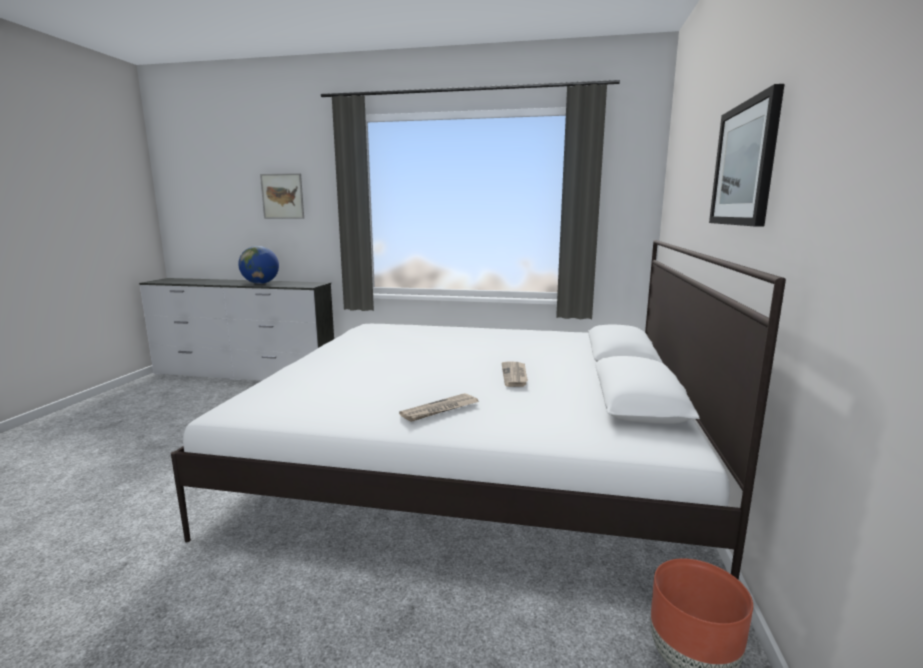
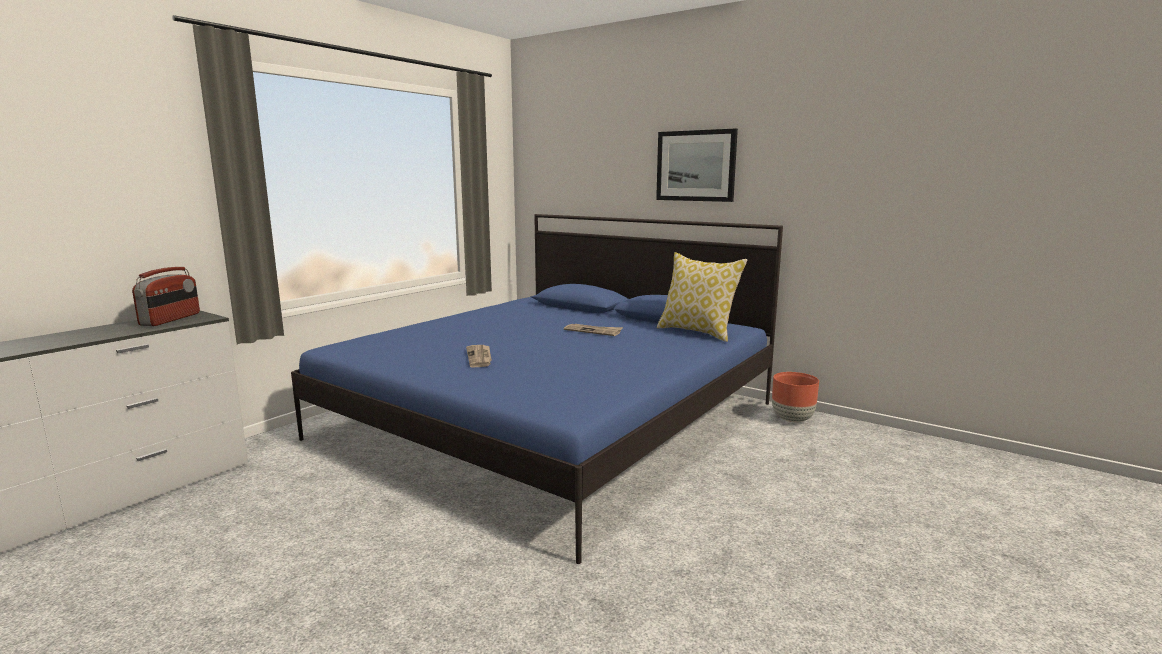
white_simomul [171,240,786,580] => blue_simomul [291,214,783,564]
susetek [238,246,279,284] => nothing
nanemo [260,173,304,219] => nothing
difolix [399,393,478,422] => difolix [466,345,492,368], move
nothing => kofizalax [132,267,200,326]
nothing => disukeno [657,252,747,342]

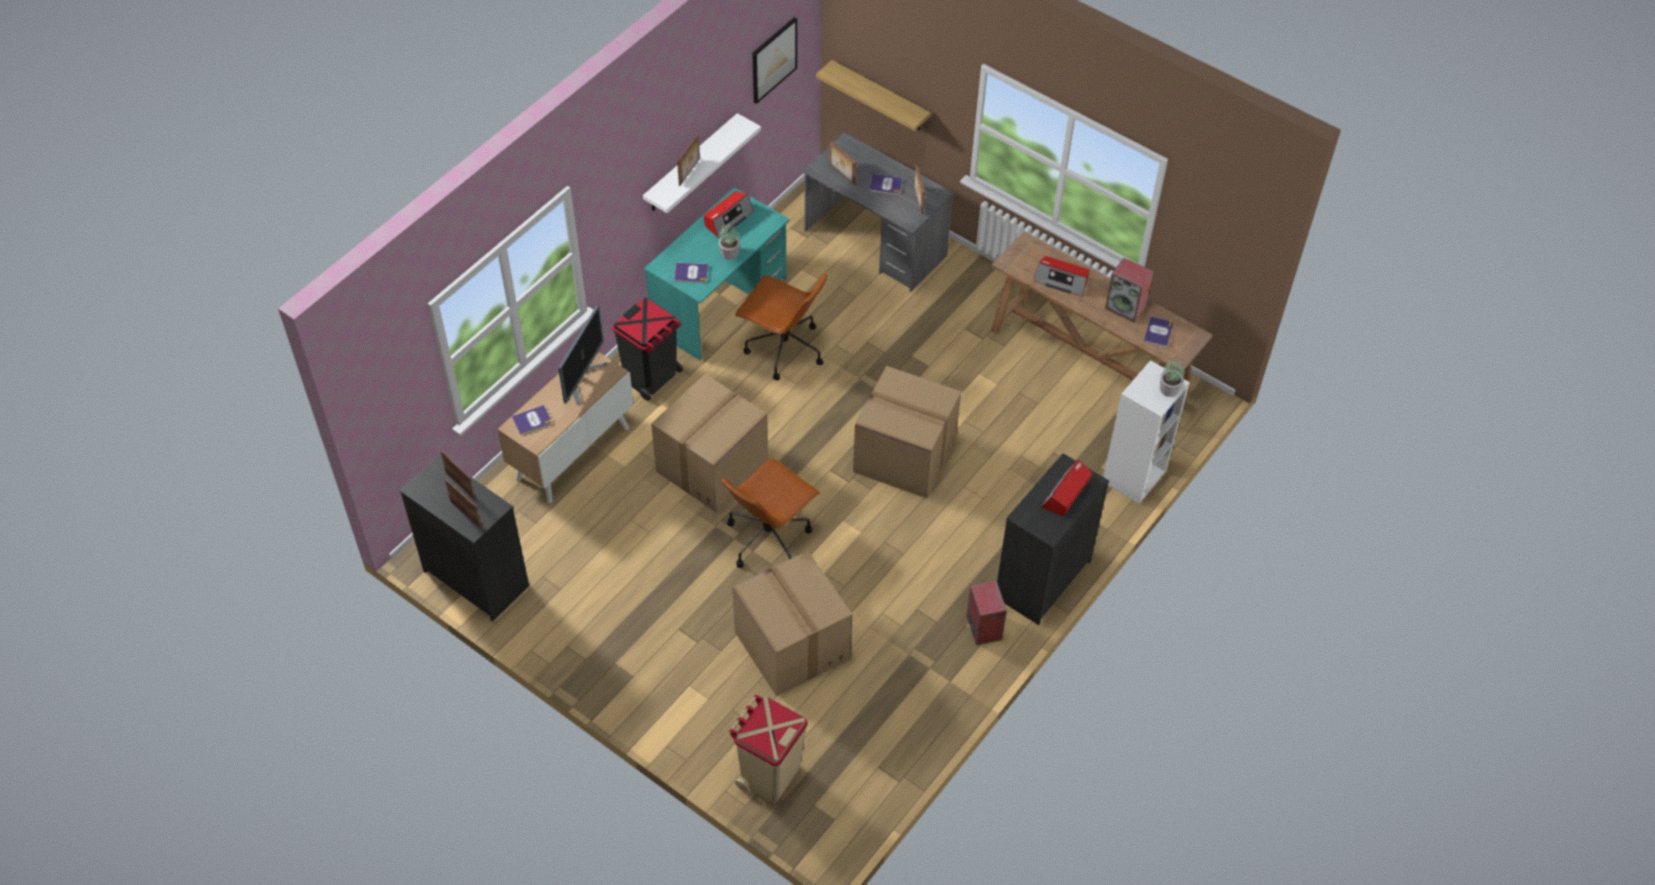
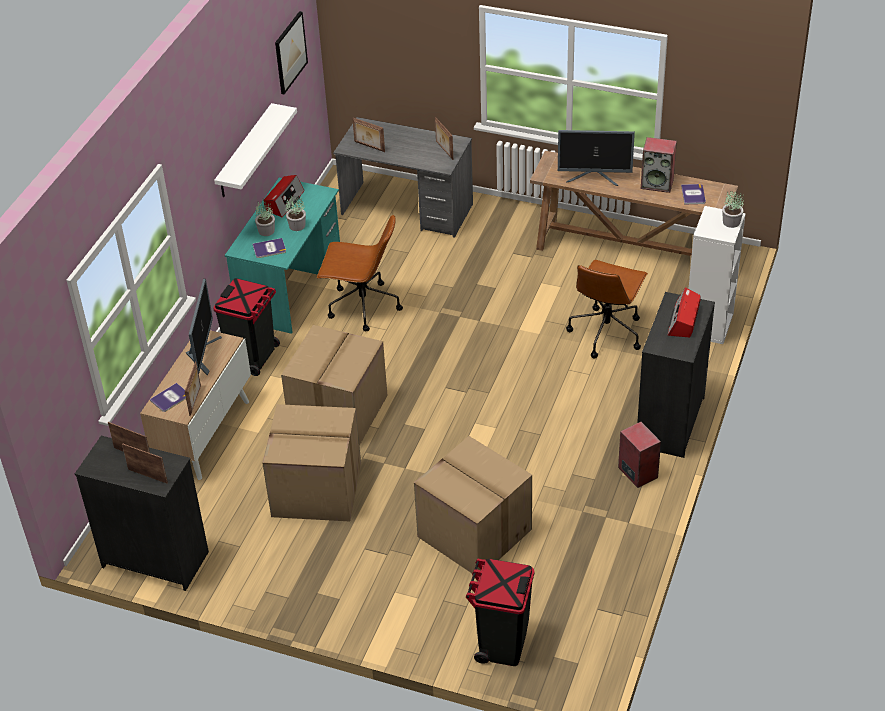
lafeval [677,134,700,186] => lafeval [184,361,201,416], move
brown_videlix [721,458,820,568] => brown_videlix [566,260,648,359], move
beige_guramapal [729,694,808,803] => black_guramapal [466,558,534,666]
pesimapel [816,60,931,131] => nothing
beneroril [853,366,961,498] => beneroril [262,404,361,521], move
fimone [869,174,903,195] => nothing
kofizalax [1033,256,1089,297] => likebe [558,130,635,186]
nothing => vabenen [255,199,275,236]

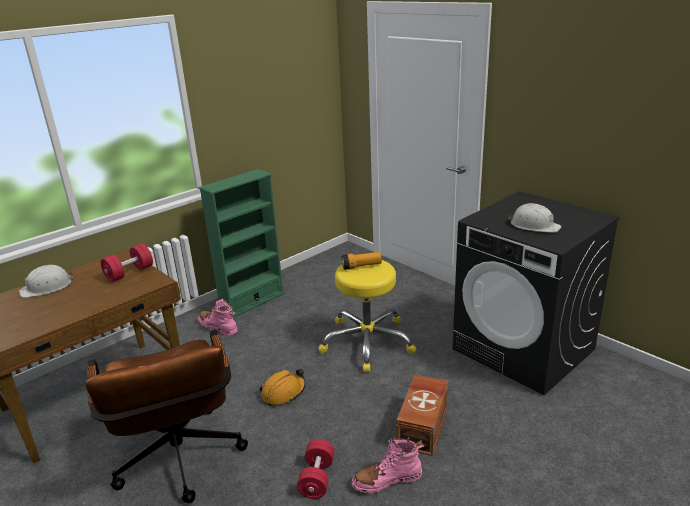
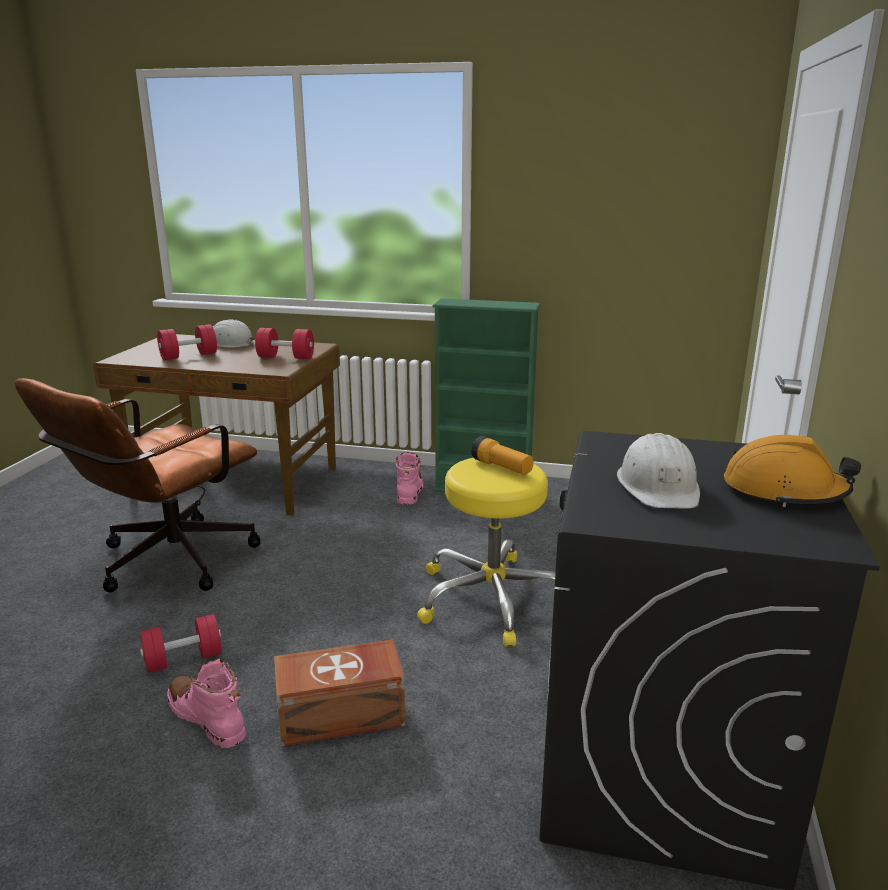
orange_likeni [260,369,306,406] => orange_likeni [724,435,861,507], move
nothing => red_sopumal [157,324,217,360]

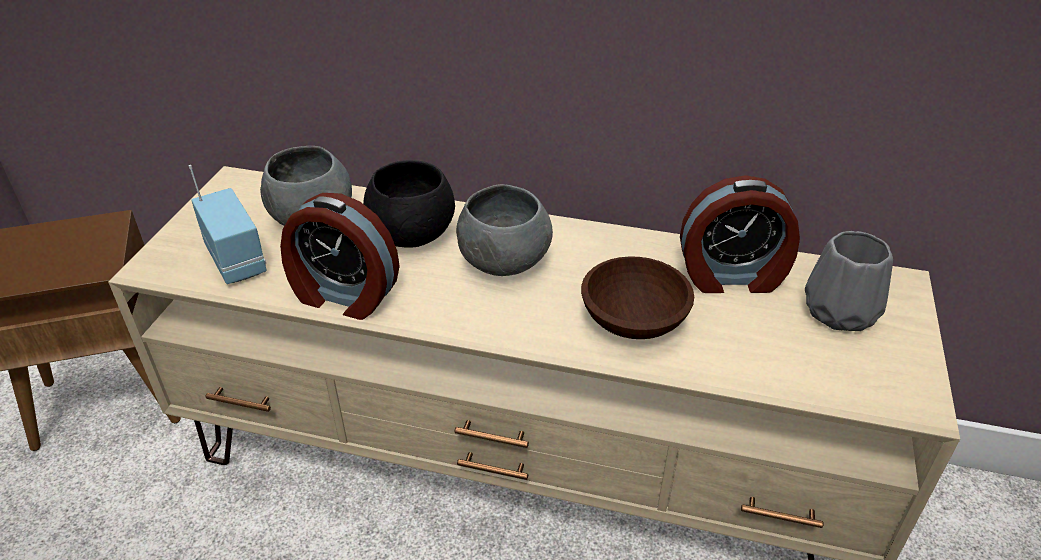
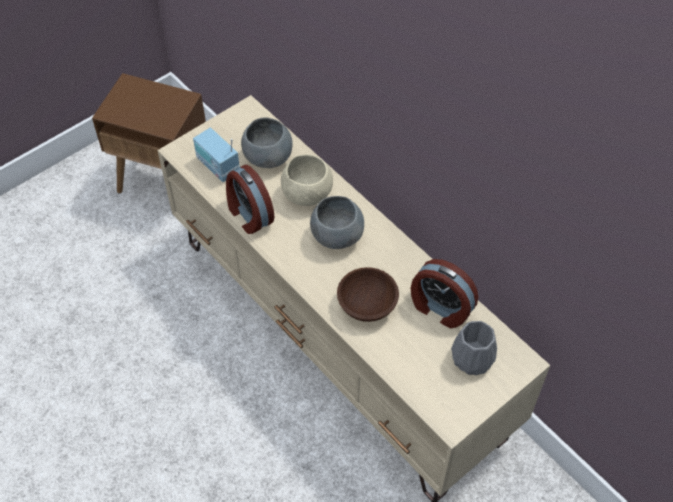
kofizalax [189,165,267,284] => kofizalax [193,128,240,182], 135 degrees clockwise
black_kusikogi [363,160,455,248] => beige_kusikogi [281,154,333,206]

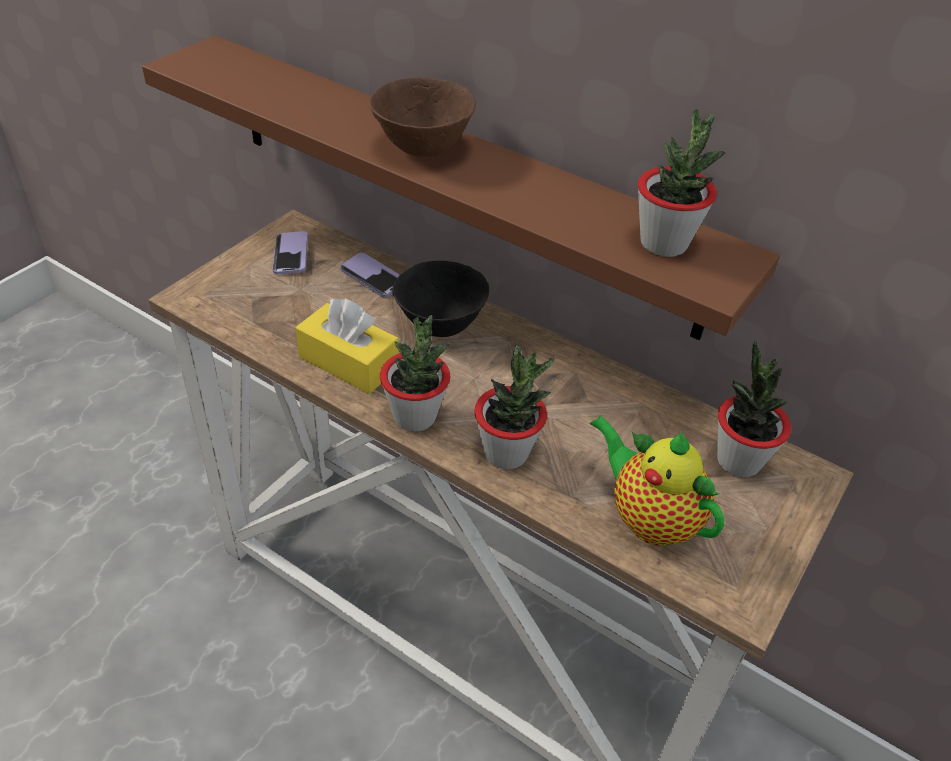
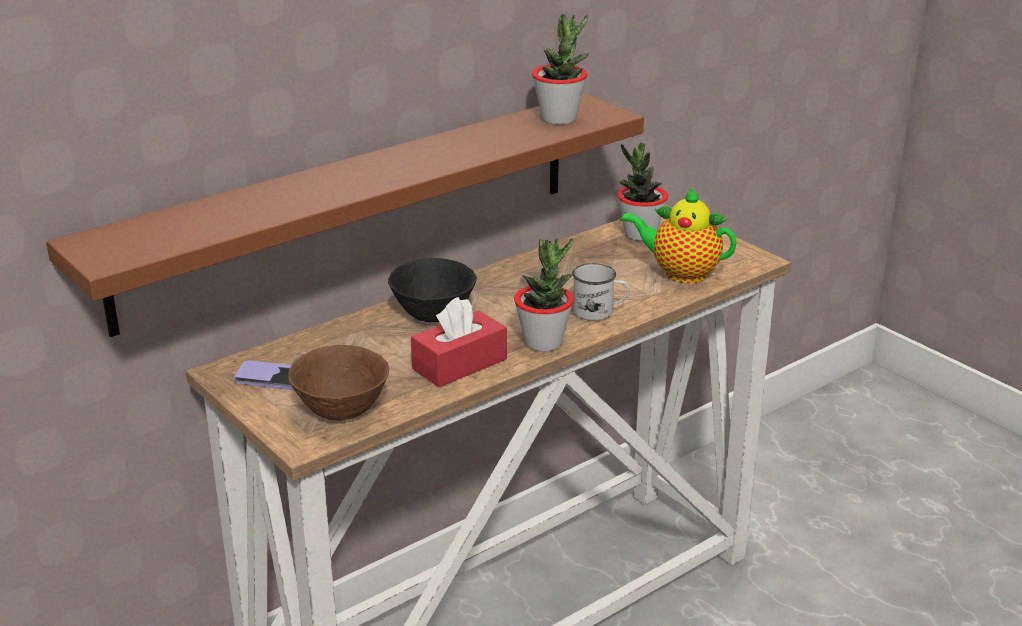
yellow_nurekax [295,299,399,394] => red_nurekax [411,297,507,387]
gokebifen [340,253,400,297] => nothing
brown_kusikogi [369,77,476,157] => brown_kusikogi [288,345,389,421], move
vabenen [474,345,554,469] => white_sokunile [572,263,630,321]
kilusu [590,415,724,546] => kilusu [620,187,737,284], 45 degrees clockwise

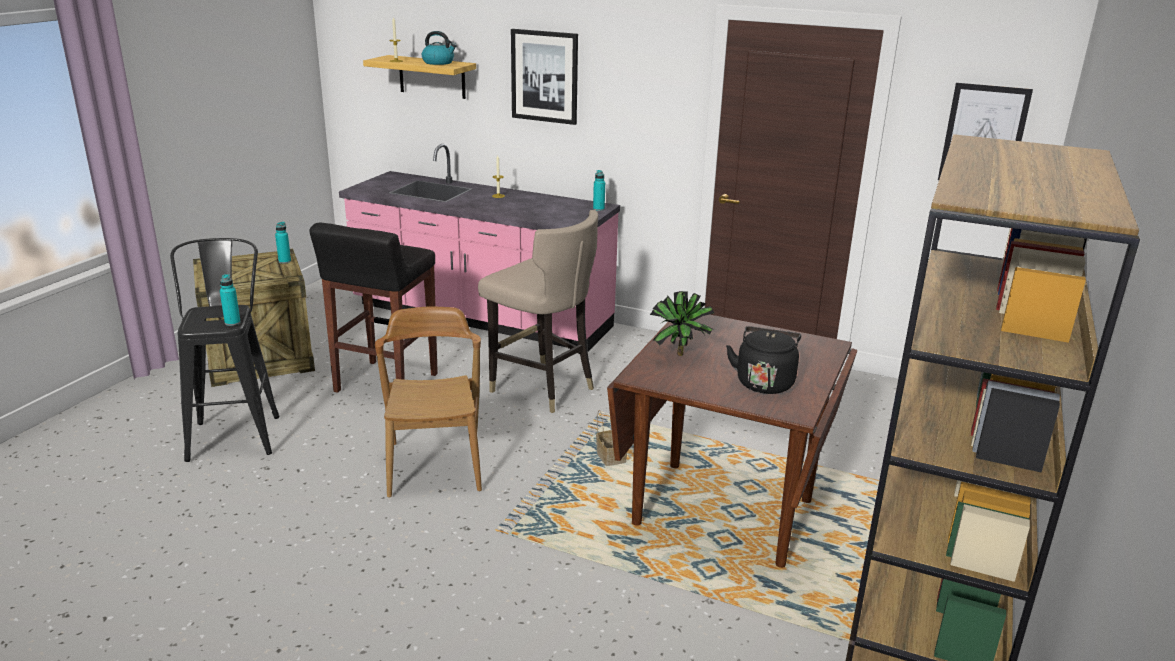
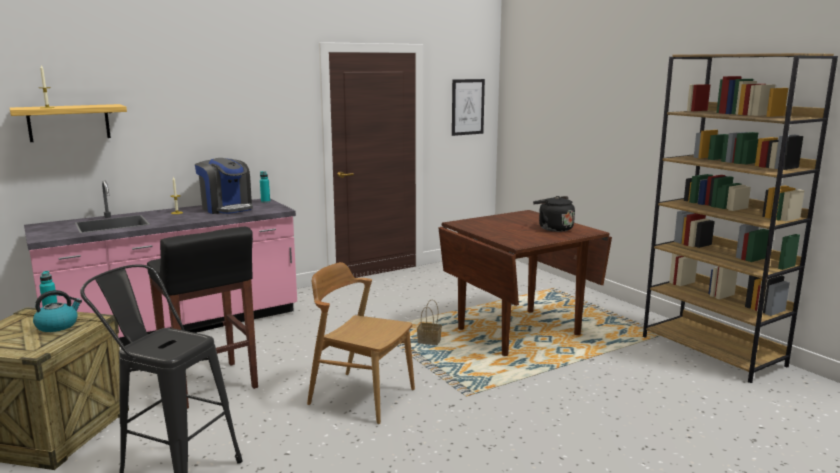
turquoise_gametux [220,274,241,326] => nothing
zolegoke [422,31,457,65] => zolegoke [33,290,82,332], move
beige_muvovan [478,210,598,413] => nothing
nanemo [511,29,578,125] => nothing
vabenen [650,291,714,356] => nothing
nothing => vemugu [195,158,253,214]

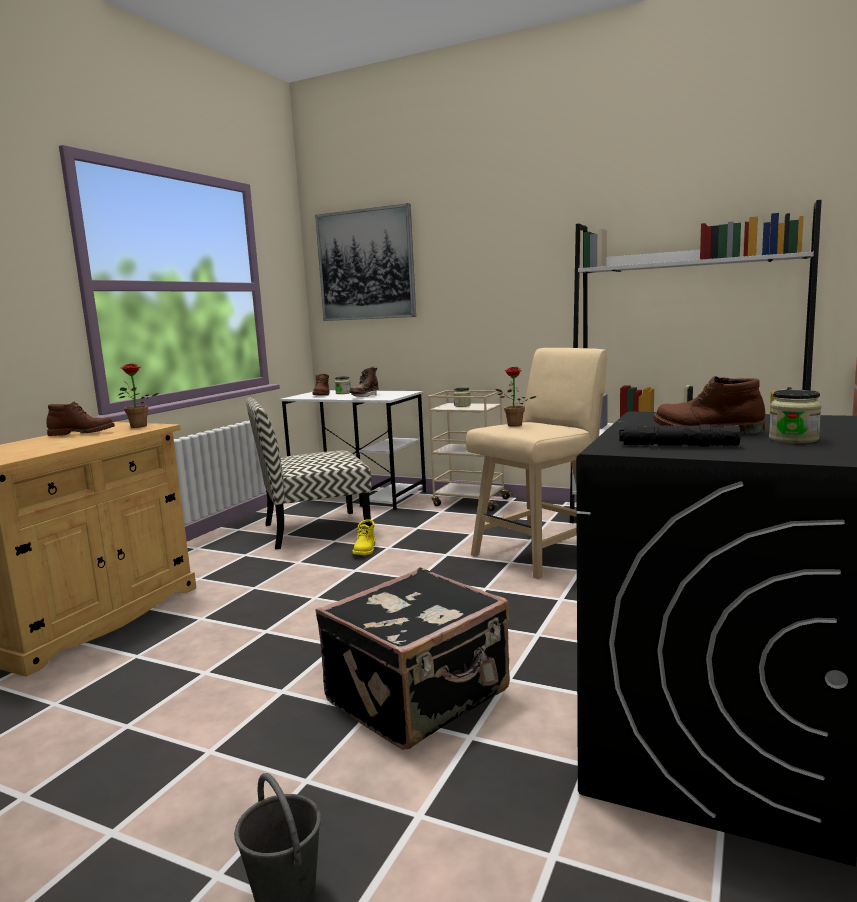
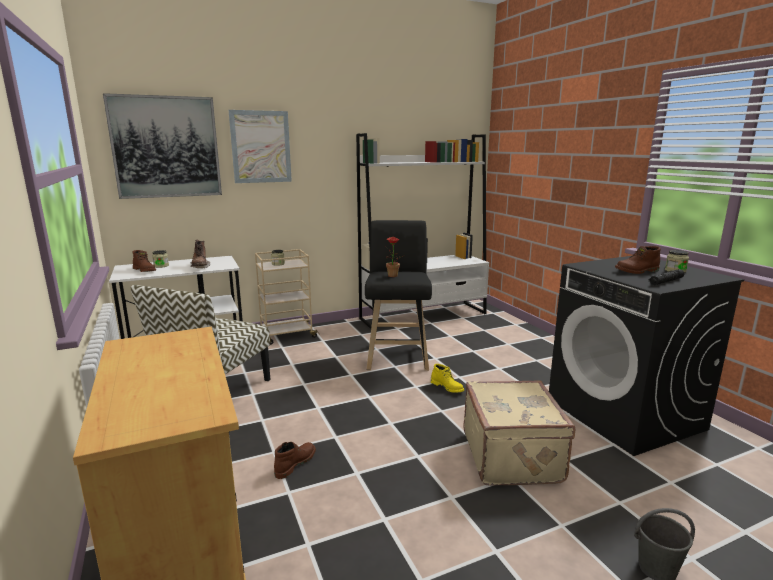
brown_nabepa [46,402,115,436] => brown_nabepa [274,442,316,479], move
vabenen [117,363,159,428] => nothing
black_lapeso [315,567,510,750] => beige_lapeso [464,380,575,486]
yellow_nabepa [352,520,375,555] => yellow_nabepa [431,364,464,393], move
beige_muvovan [466,348,607,579] => black_muvovan [365,220,432,371]
nothing => nanemo [229,110,292,183]

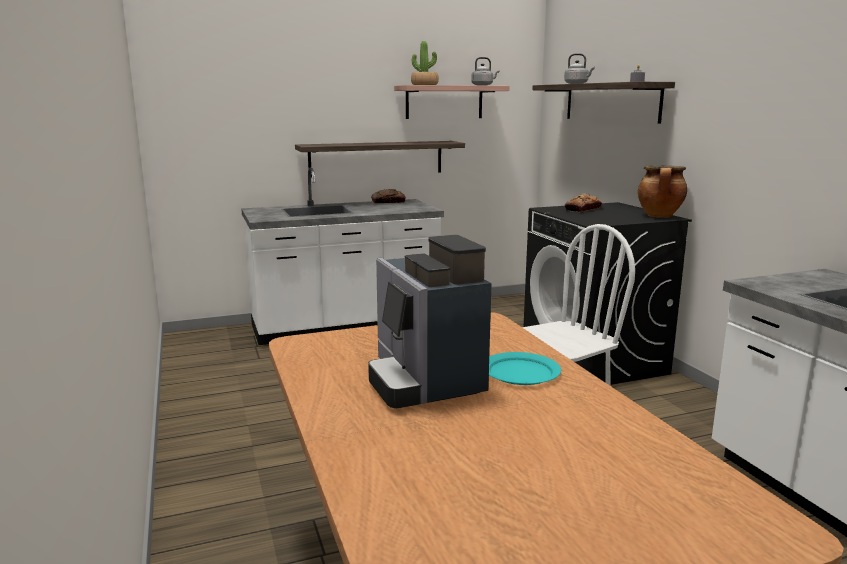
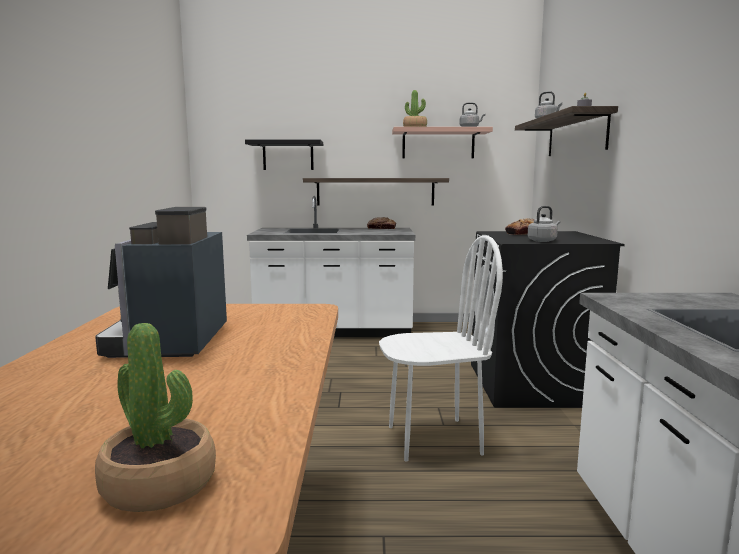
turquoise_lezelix [489,352,561,385] => nothing
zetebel [638,165,687,218] => nothing
nothing => vabenen [95,323,216,512]
nothing => black_pesimapel [245,139,323,170]
nothing => grey_zolegoke [528,206,560,242]

